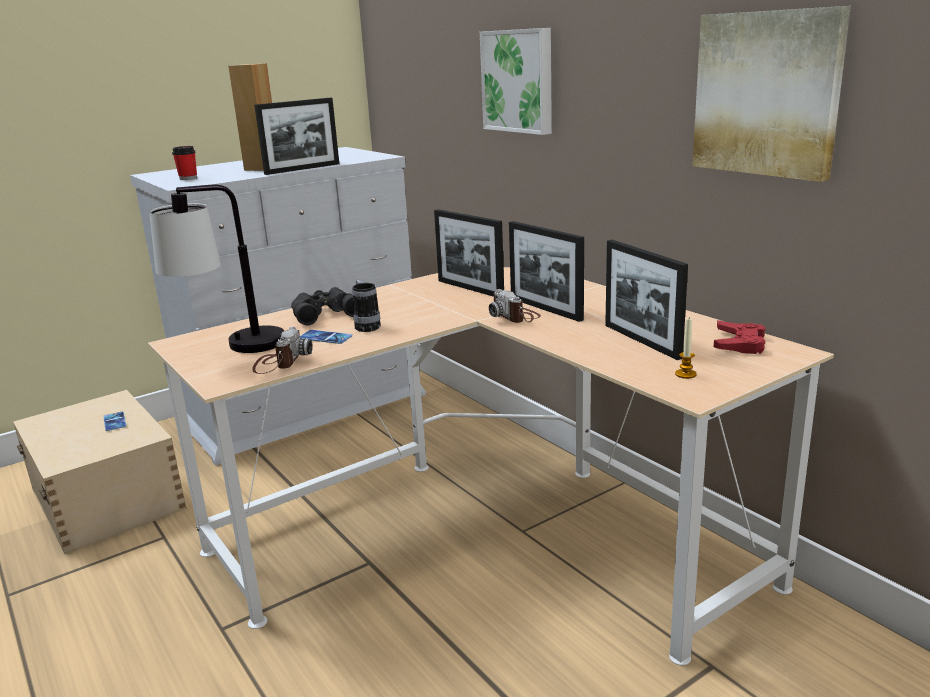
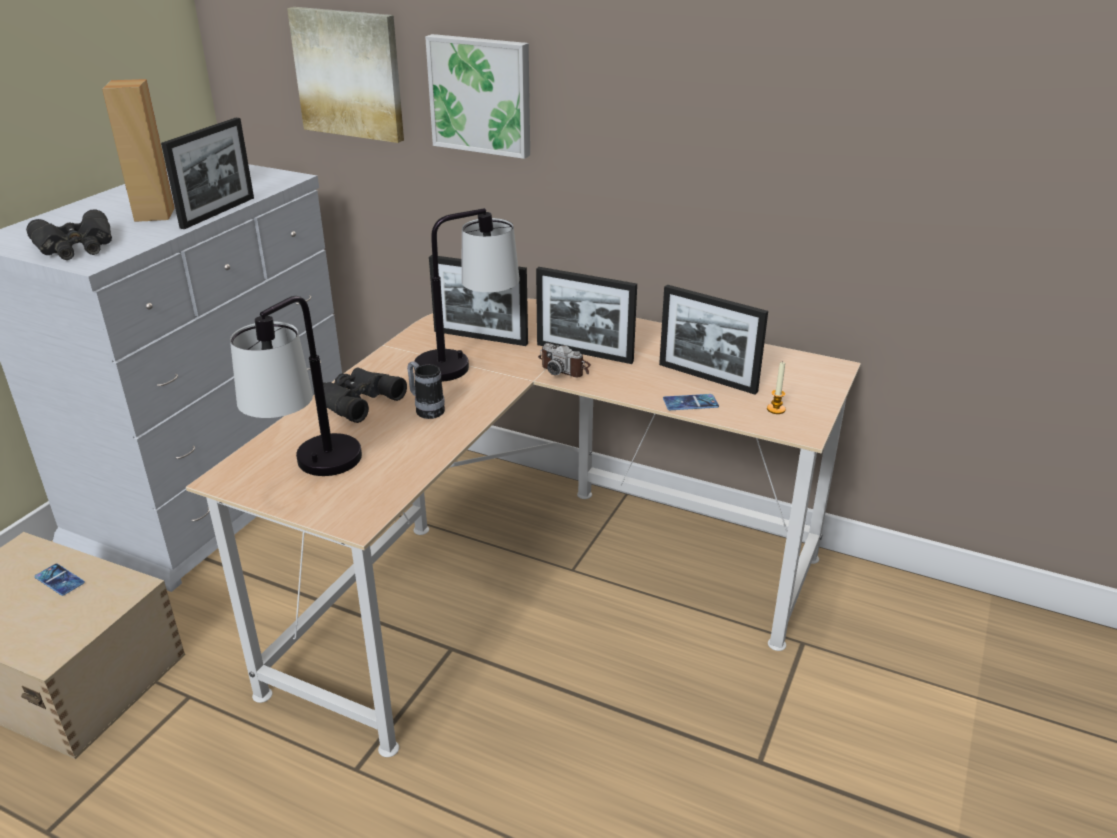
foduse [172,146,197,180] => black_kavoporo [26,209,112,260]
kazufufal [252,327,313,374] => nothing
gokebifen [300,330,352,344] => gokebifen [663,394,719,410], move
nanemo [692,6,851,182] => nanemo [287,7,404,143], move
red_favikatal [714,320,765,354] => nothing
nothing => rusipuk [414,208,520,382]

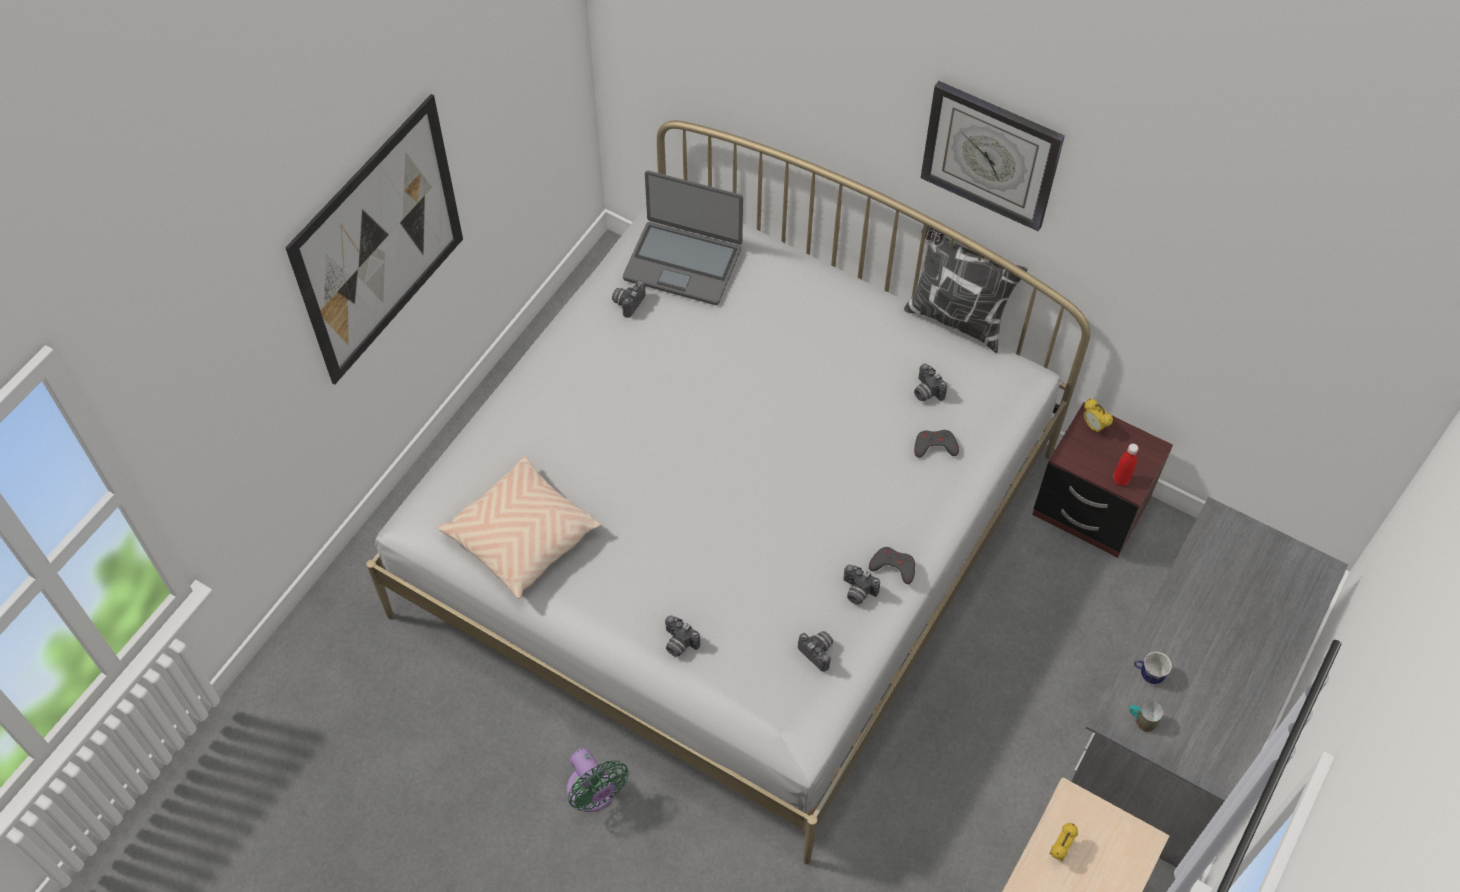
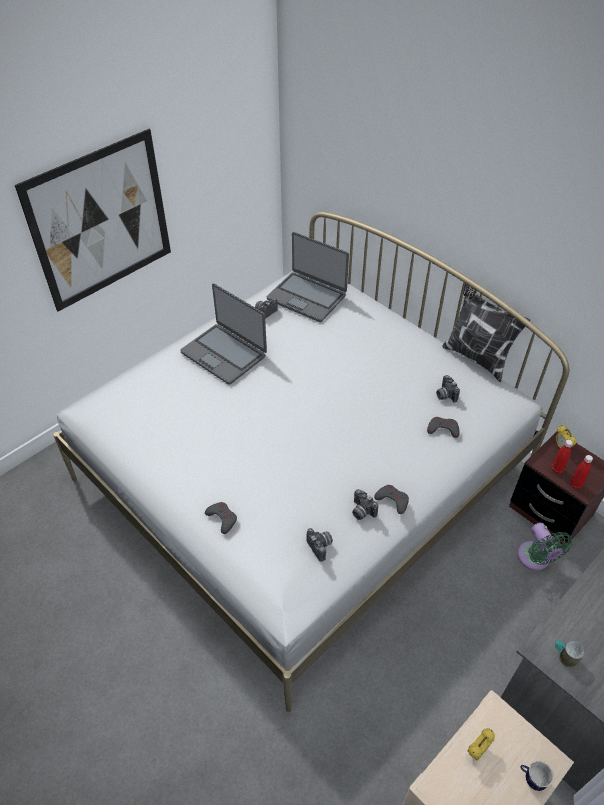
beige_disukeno [438,456,602,599] => nothing
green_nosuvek [567,748,629,812] => green_nosuvek [517,523,573,570], move
kazufufal [665,615,700,657] => grey_favikatal [205,502,237,534]
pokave [921,81,1065,231] => nothing
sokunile [1134,652,1172,685] => sokunile [520,761,554,791], move
nothing => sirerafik [180,283,267,385]
nothing => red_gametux [552,440,573,474]

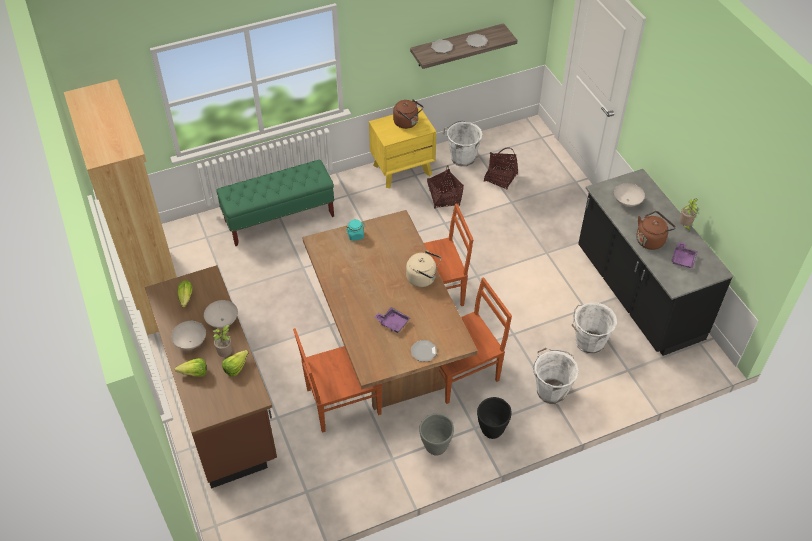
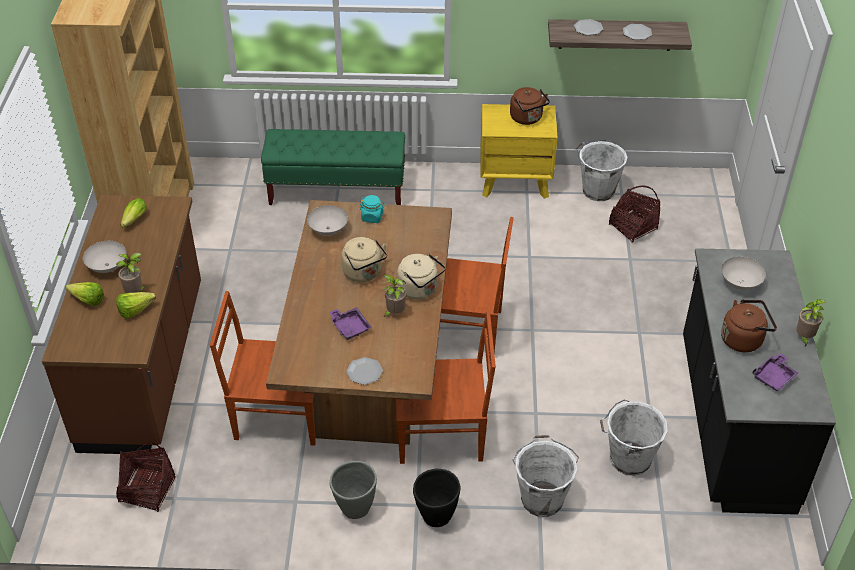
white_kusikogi [204,300,238,328] => white_kusikogi [307,205,348,236], move
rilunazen [427,166,464,208] => rilunazen [116,442,176,512], move
nothing => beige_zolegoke [341,237,387,282]
nothing => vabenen [382,274,406,317]

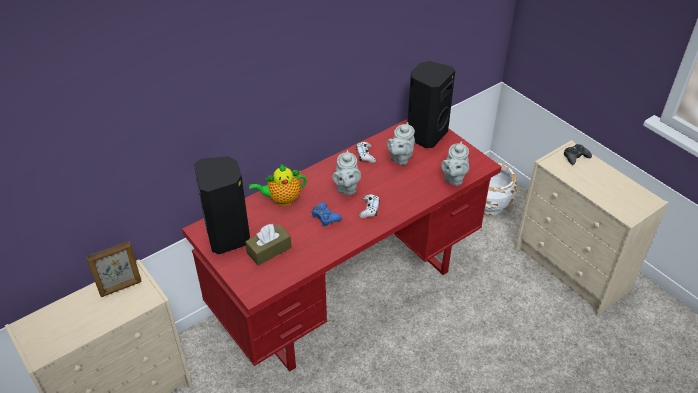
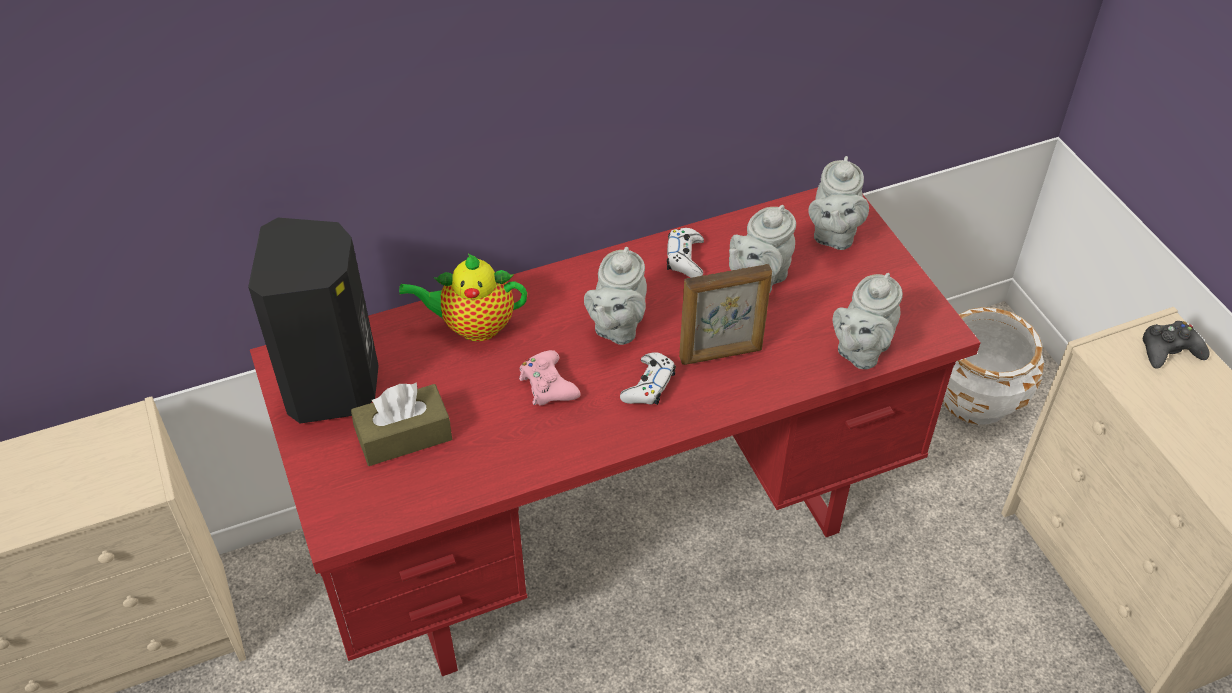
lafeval [86,241,142,297] => lafeval [679,264,772,365], move
blue_favikatal [312,202,342,227] => pink_favikatal [519,350,581,406]
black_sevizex [408,61,455,148] => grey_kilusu [808,156,869,250]

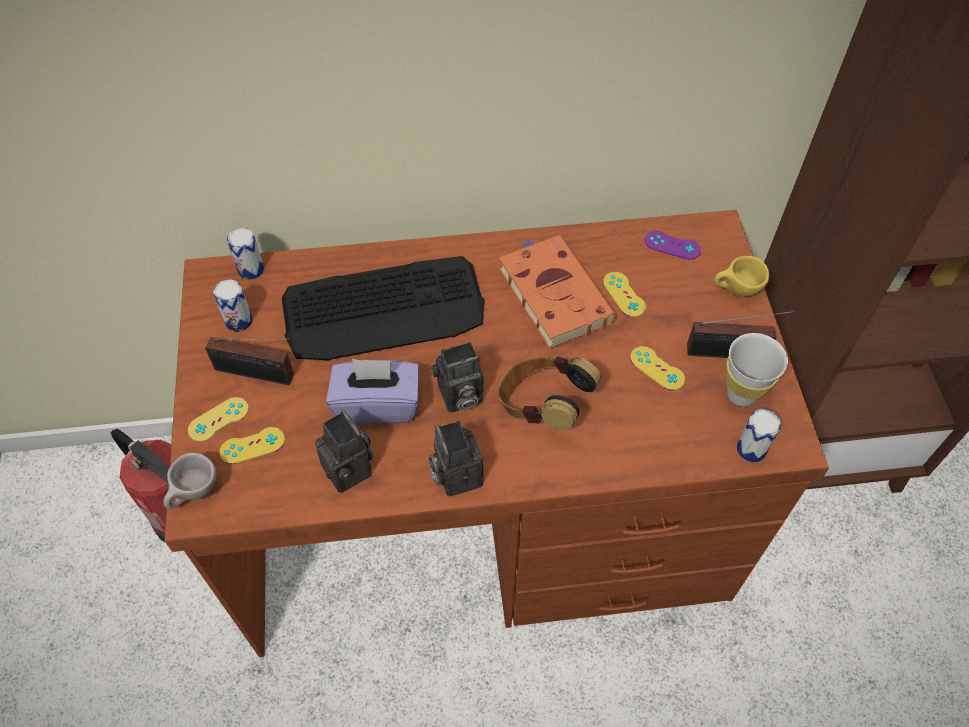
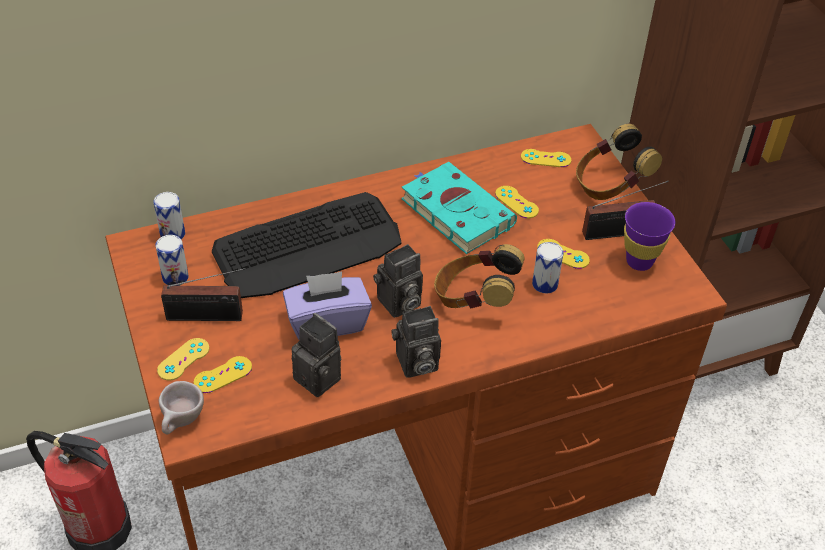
kazufufal [429,421,484,497] => kazufufal [391,306,441,378], 75 degrees counterclockwise
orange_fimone [499,235,616,349] => turquoise_fimone [401,162,517,254]
purple_favikatal [645,231,701,260] => yellow_favikatal [521,149,571,167]
yellow_foduse [714,256,769,297] => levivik [576,124,662,200]
white_foduse [726,333,788,407] => purple_foduse [624,202,675,271]
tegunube [737,409,781,462] => tegunube [532,242,564,293], move

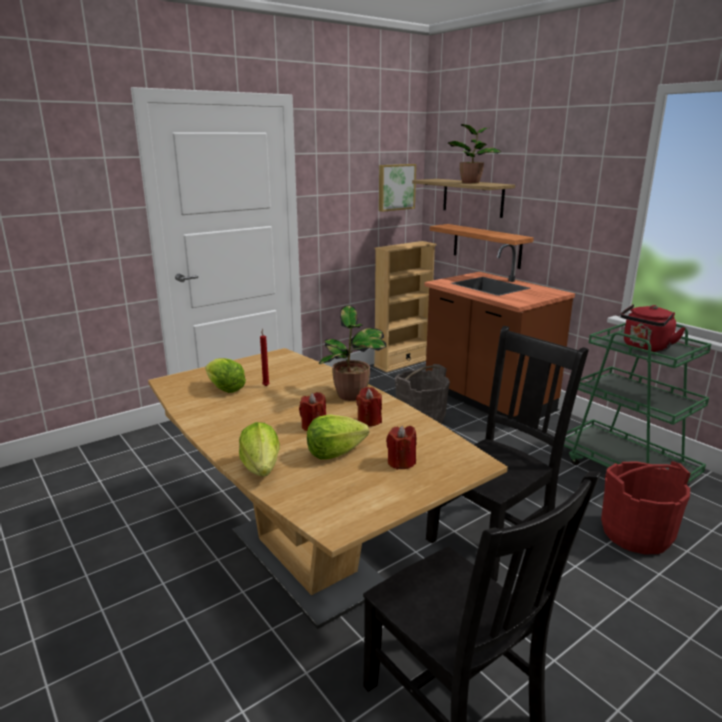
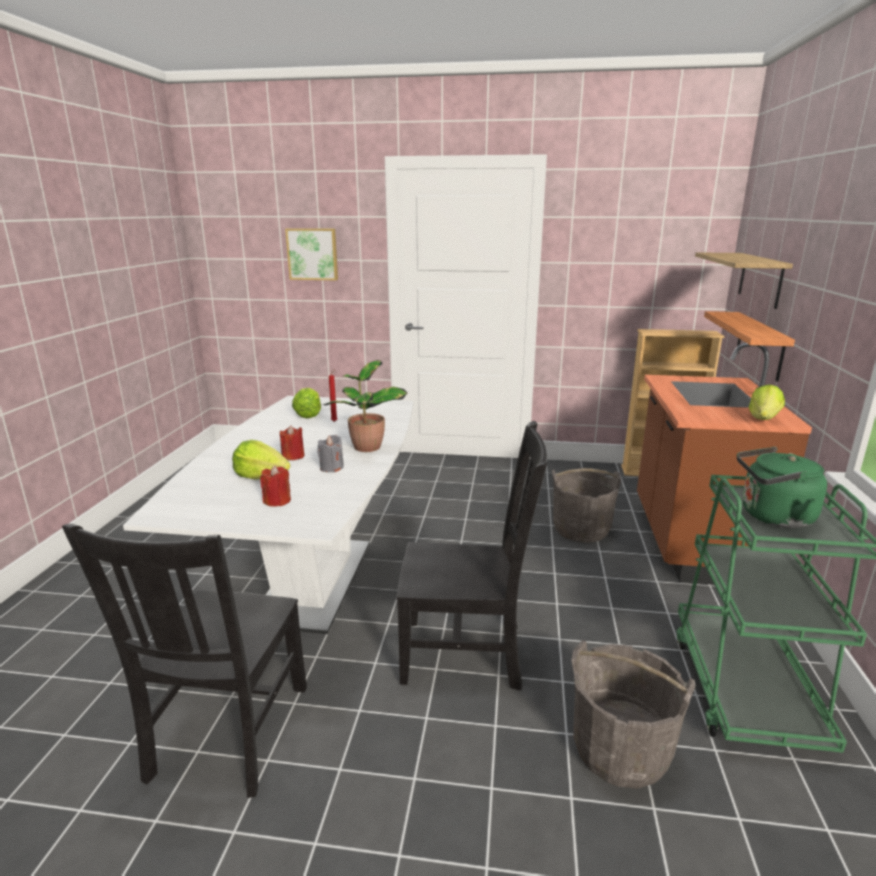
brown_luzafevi [148,348,508,629] => white_luzafevi [123,396,414,634]
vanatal [239,422,280,476] => vanatal [749,384,785,420], move
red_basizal [356,387,382,427] => grey_basizal [317,435,344,472]
nanemo [379,164,416,212] => nanemo [285,228,338,280], move
vabenen [447,124,501,184] => nothing
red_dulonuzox [601,461,691,554] => grey_dulonuzox [572,640,696,789]
red_zolegoke [620,304,686,352] => green_zolegoke [737,447,827,528]

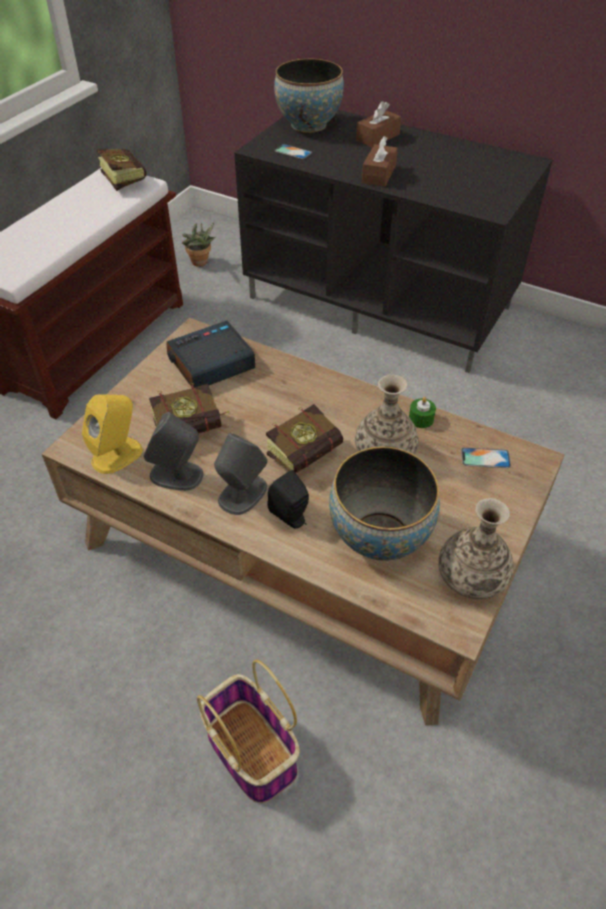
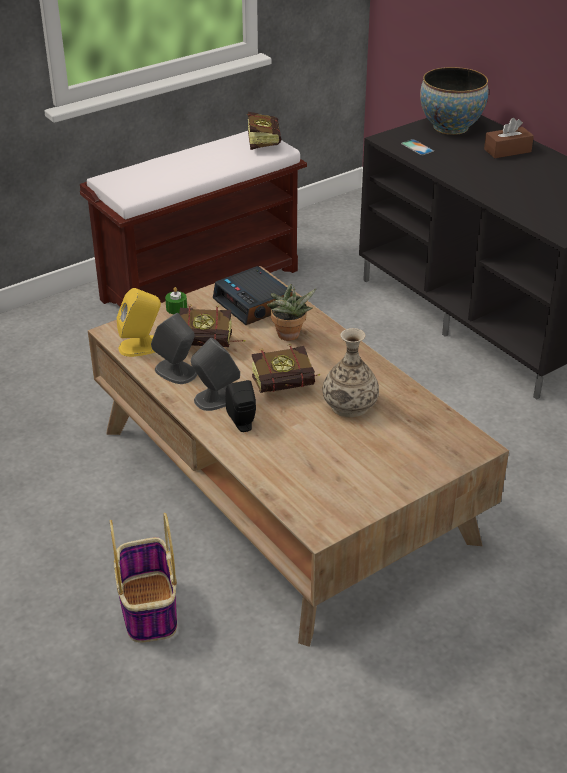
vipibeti [166,320,255,388] => vipibeti [213,266,292,325], 120 degrees counterclockwise
vabenen [182,223,216,267] => vabenen [267,284,316,341], move
kusikogi [329,447,440,560] => nothing
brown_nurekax [362,136,398,187] => nothing
green_basizal [409,397,436,428] => green_basizal [165,287,187,314], move
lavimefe [438,498,514,600] => nothing
gokebifen [461,448,511,468] => nothing

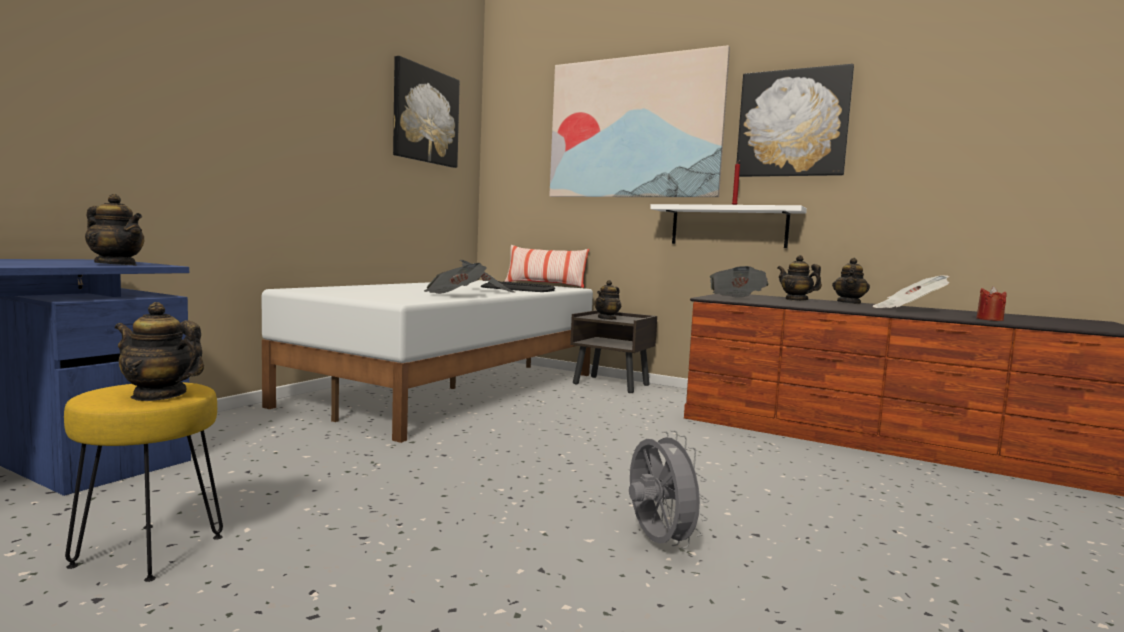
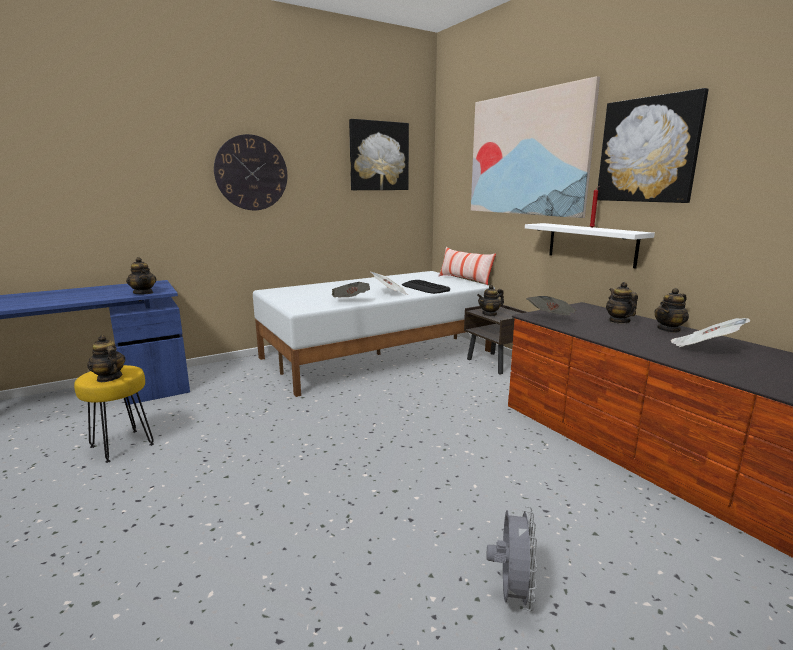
grey_nosuvek [629,430,709,549] => grey_nosuvek [487,506,538,611], move
red_basizal [976,286,1007,321] => nothing
nothing => pokave [214,134,287,210]

